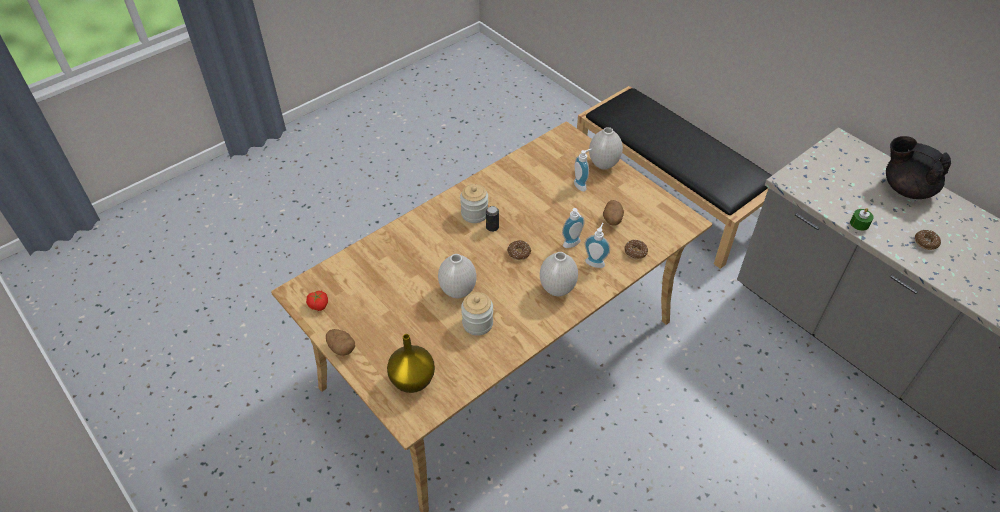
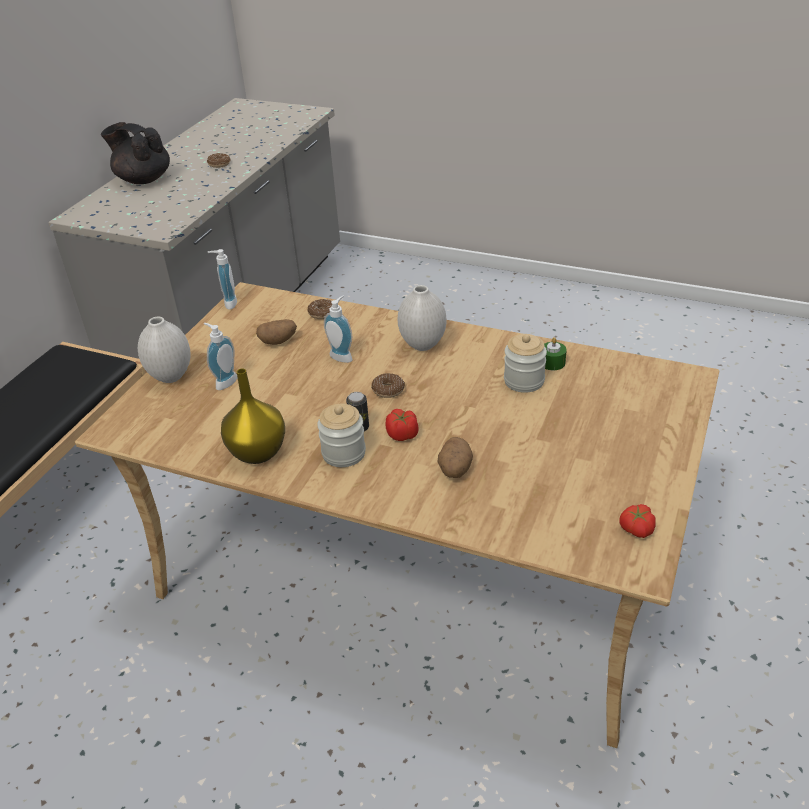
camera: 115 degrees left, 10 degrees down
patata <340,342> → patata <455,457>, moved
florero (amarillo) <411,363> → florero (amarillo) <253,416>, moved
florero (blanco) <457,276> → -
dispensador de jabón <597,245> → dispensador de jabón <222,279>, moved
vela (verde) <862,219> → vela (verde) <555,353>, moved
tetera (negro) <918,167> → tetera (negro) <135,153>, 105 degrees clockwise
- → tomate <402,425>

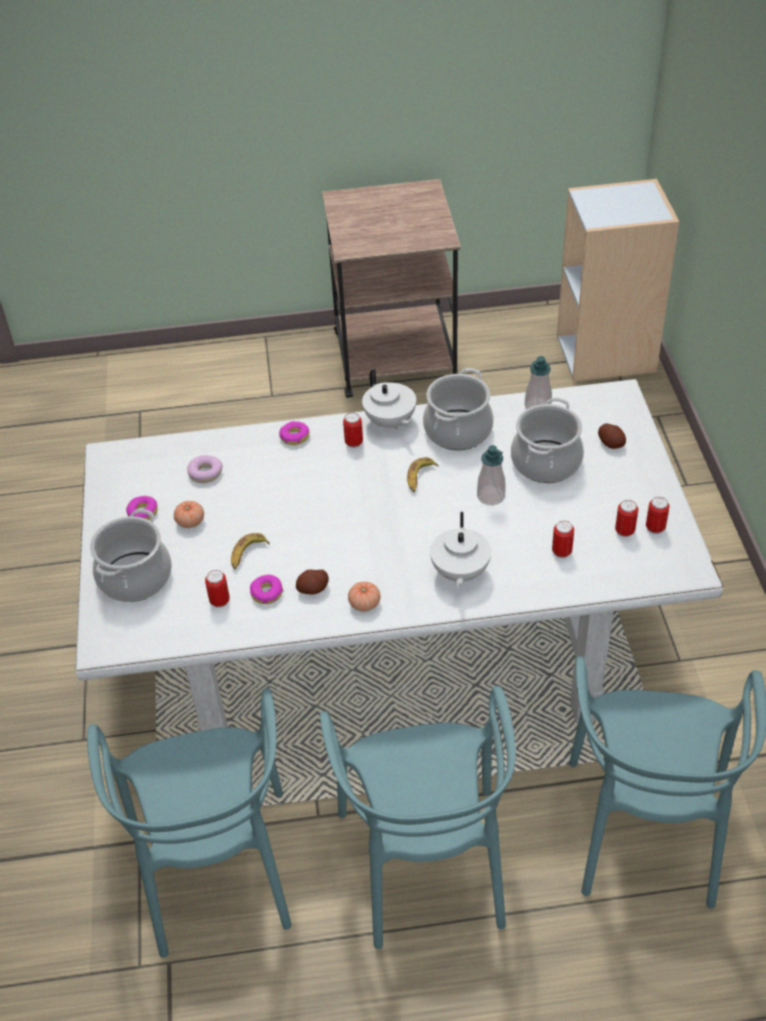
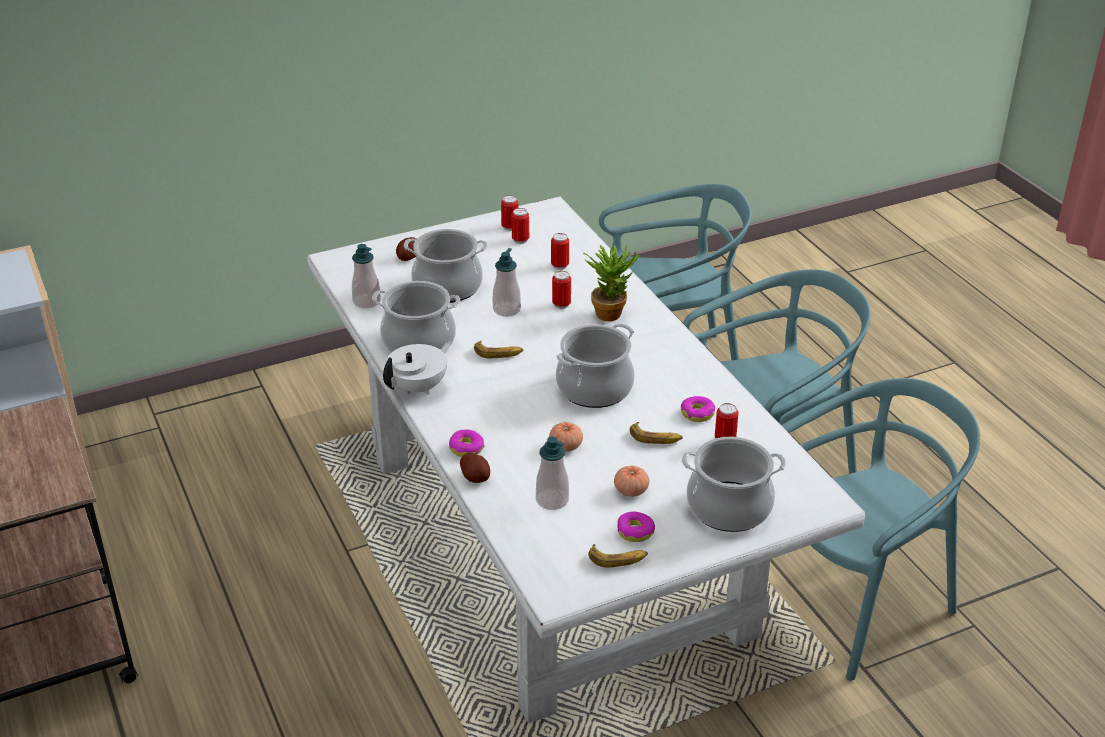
camera: 110 degrees left, 10 degrees down
rosquilla <205,469> → dispensador de jabón <552,473>
patata <312,582> → patata <475,468>, moved
lata <353,430> → lata <561,290>, moved
tomate <364,596> → tomate <566,437>, moved
tetera (blanco) <460,550> → planta en maceta <611,283>
- → olla <595,365>
- → plátano <618,556>

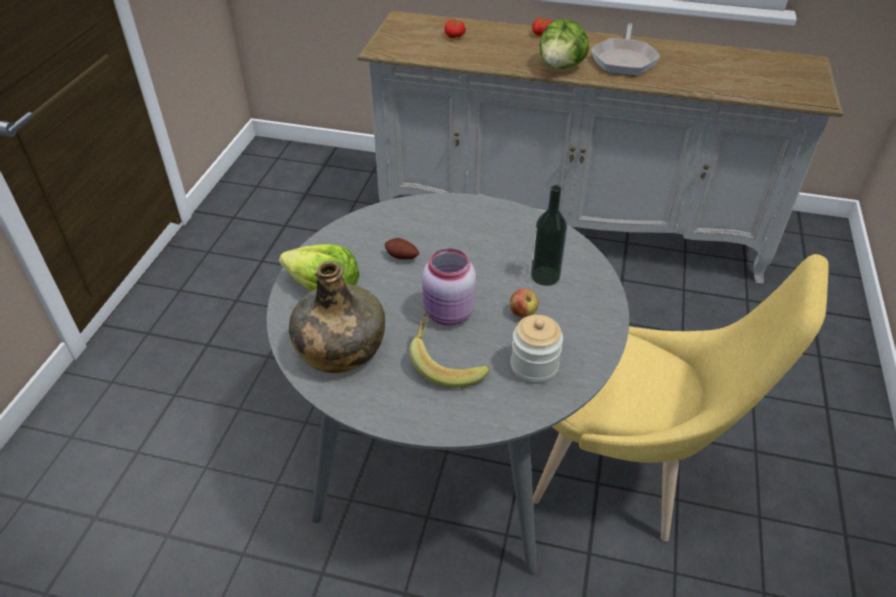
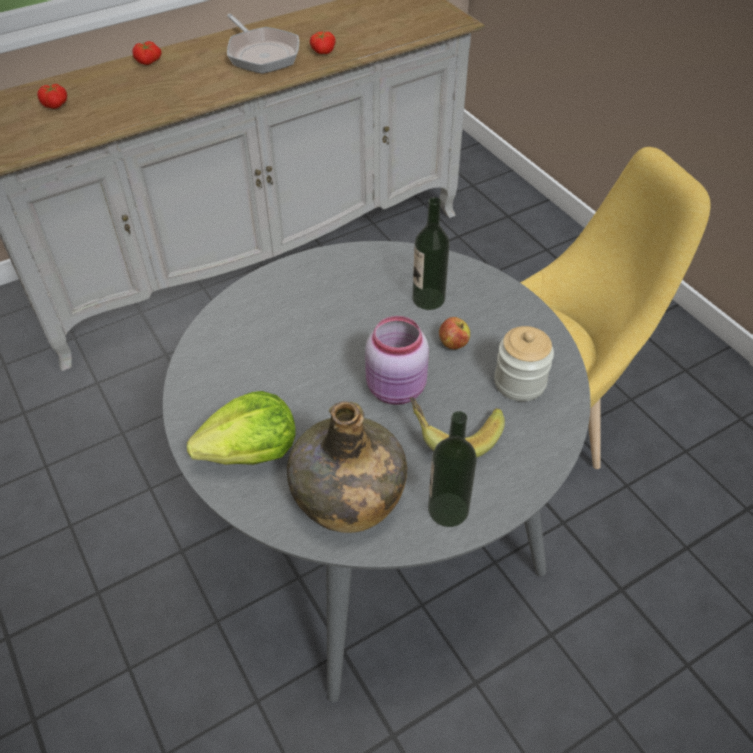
camera: 45 degrees left, 5 degrees up
patata <402,248> → -
lechuga <564,44> → -
- → tomate <323,43>
- → botella <452,469>

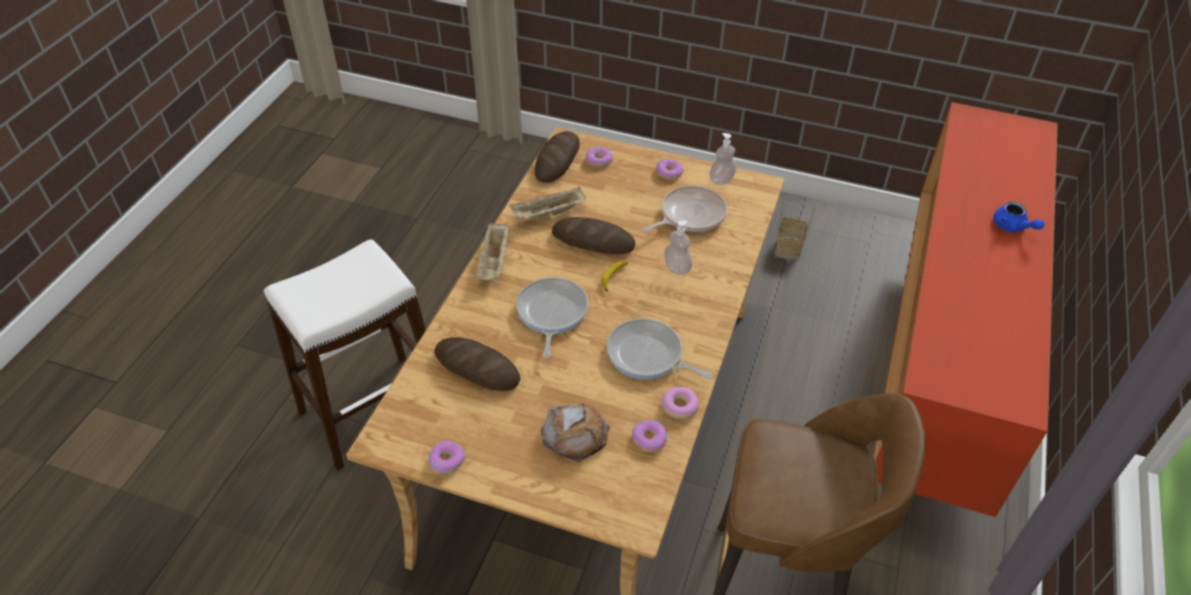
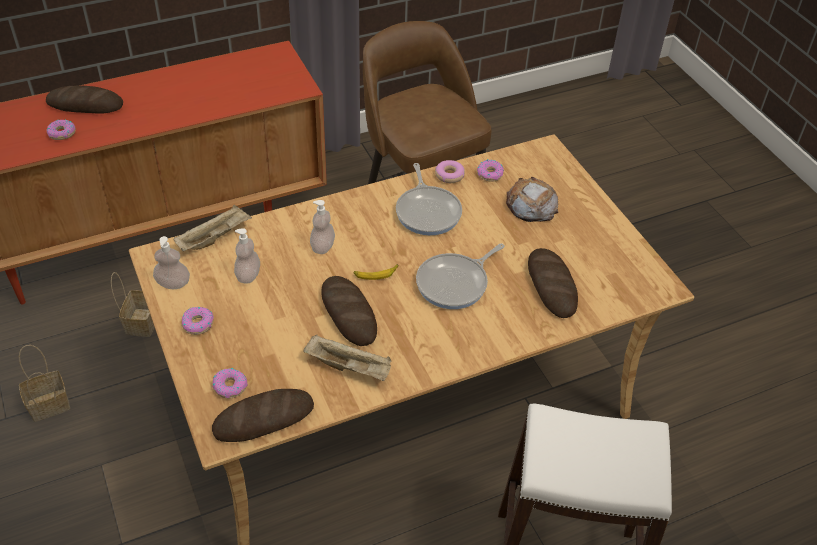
camera: 135 degrees left, 0 degrees up
rosquilla <447,457> → rosquilla <61,129>, moved
bandeja (beis) <492,251> → bandeja (beis) <213,228>, moved
sartén <684,209> → dispensador de jabón <247,256>
tetera (azul) <1019,216> → pan <84,100>
- → cesta <133,304>

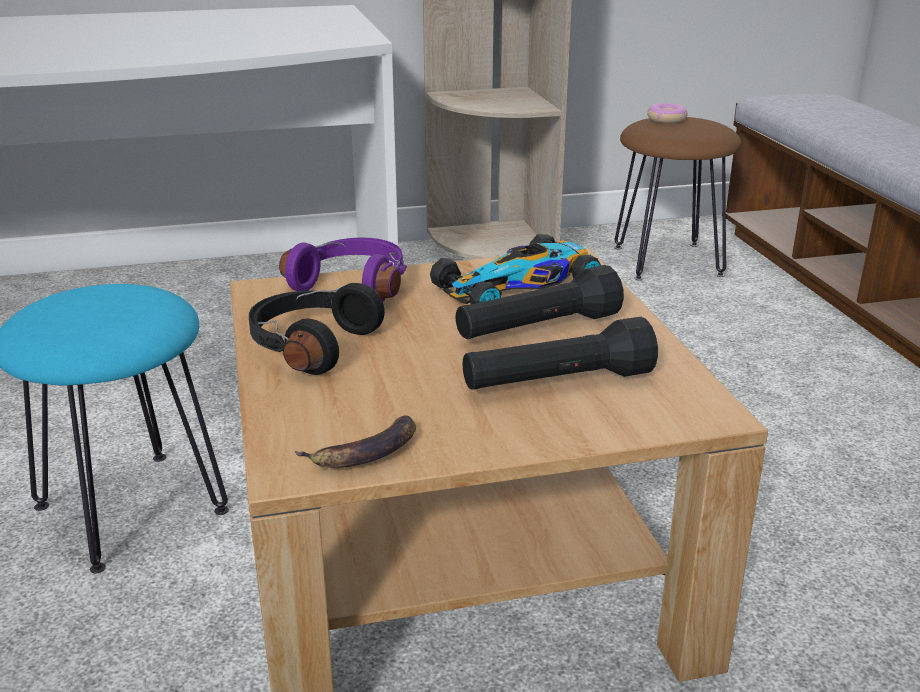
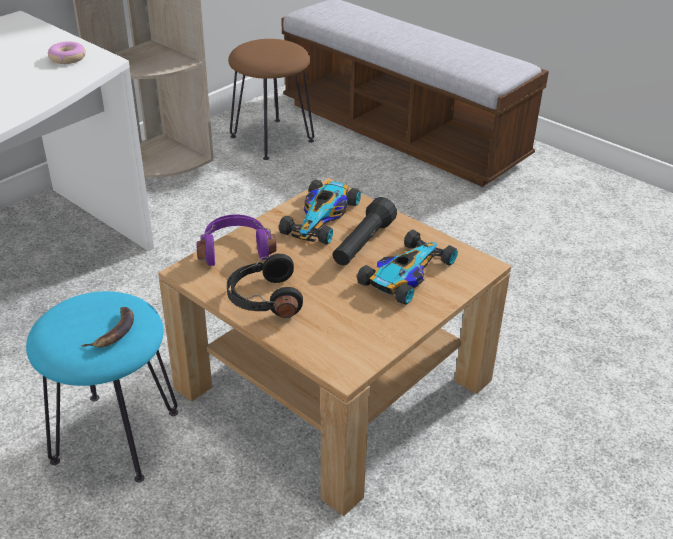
camera: 35 degrees left, 10 degrees up
plátano <355,441> → plátano <107,327>, moved
linterna (negro) <560,353> → coche de juguete <407,267>
rosquilla <667,113> → rosquilla <67,52>, moved

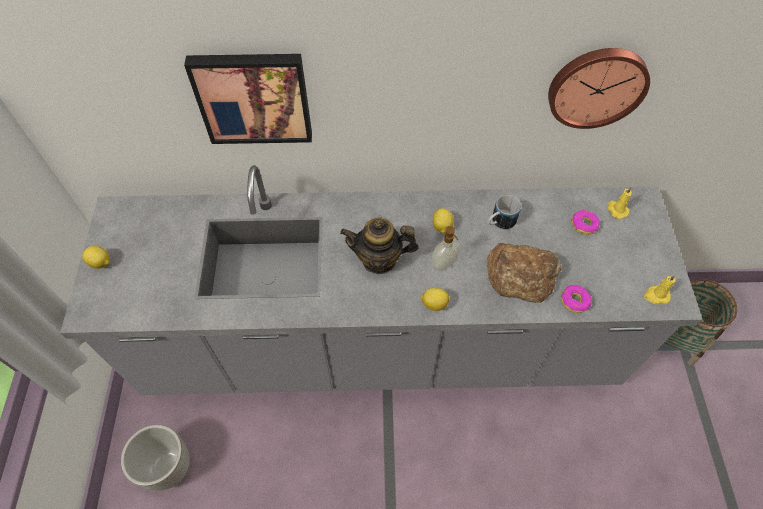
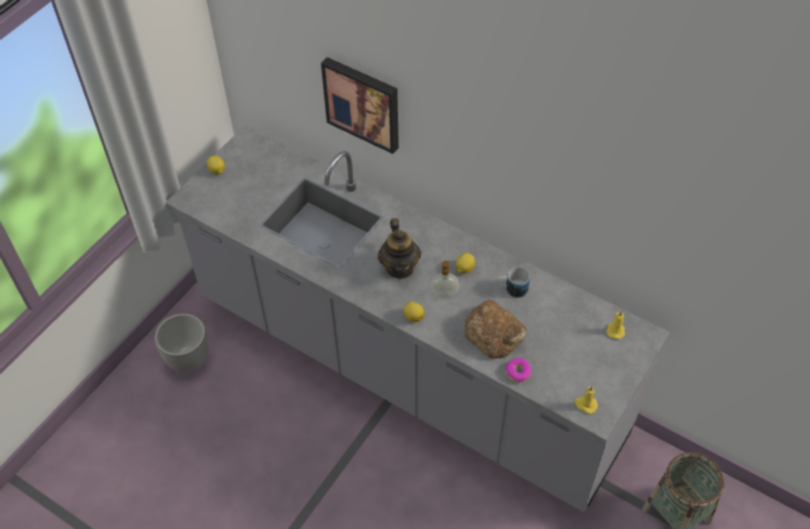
camera: 35 degrees right, 5 degrees down
tetera <379,246> → tetera <399,248>, 135 degrees counterclockwise
reloj de pared <599,88> → -
rosquilla <585,222> → -

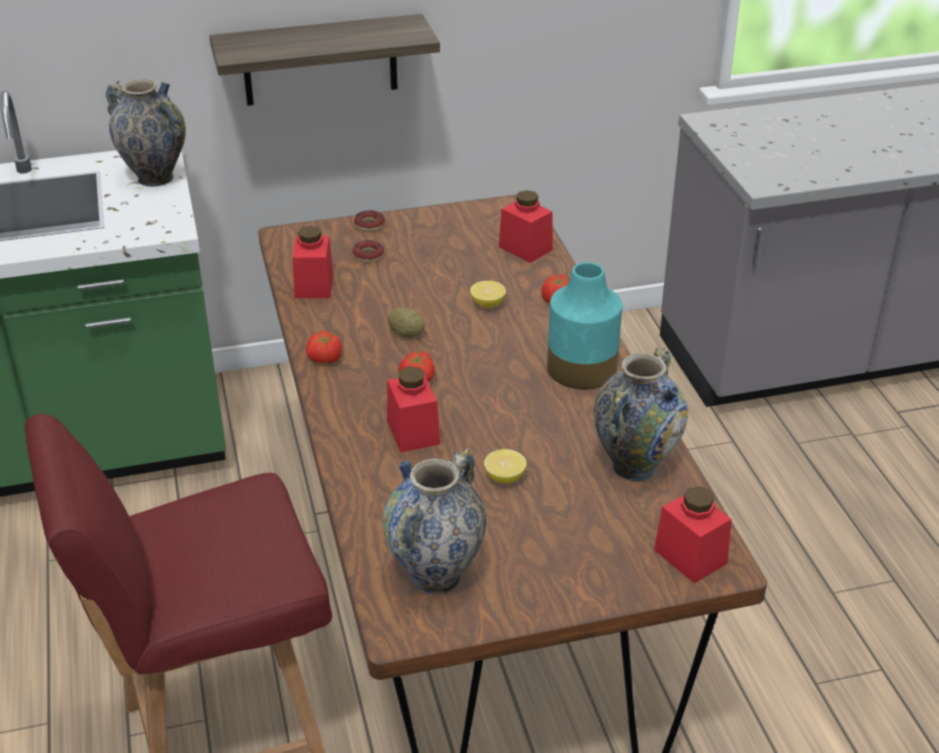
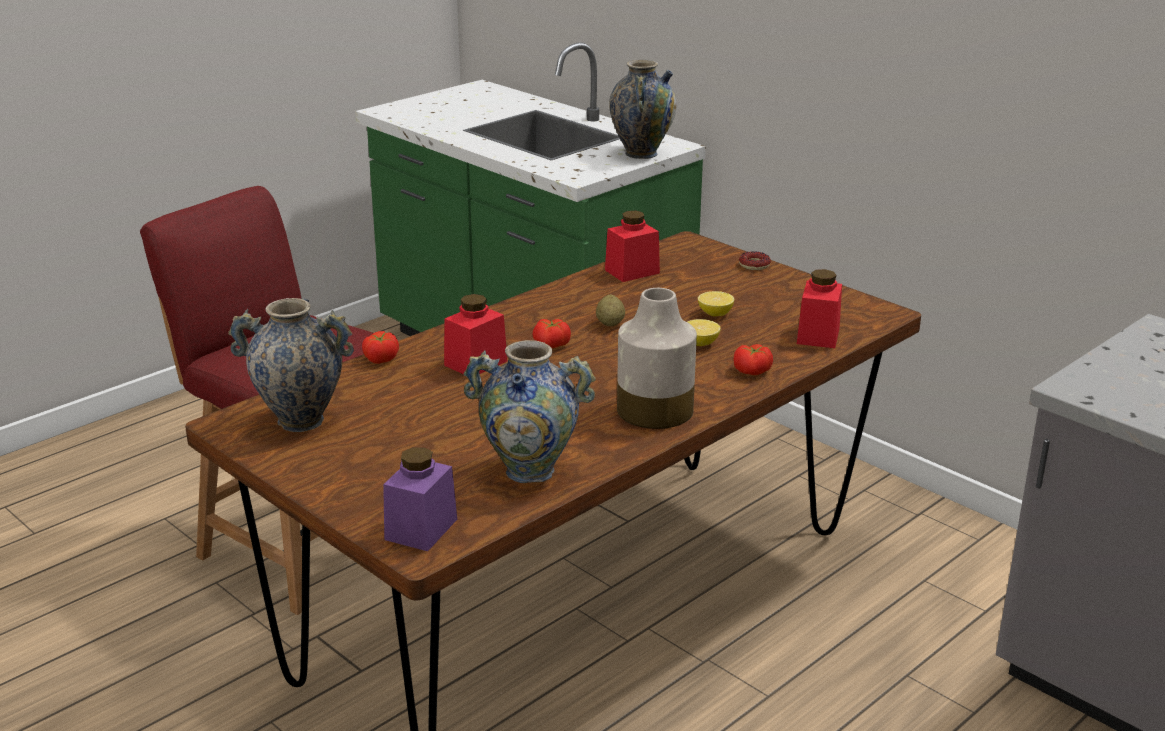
camera: 60 degrees right, 10 degrees down
estante <324,60> → -
tomate <324,347> → tomate <380,347>, moved
rosquilla <368,251> → -
limón <505,466> → limón <716,303>, moved
florero (turquesa) <584,325> → florero (beis) <657,358>
tarro (rojo) <693,535> → tarro (morado) <420,499>

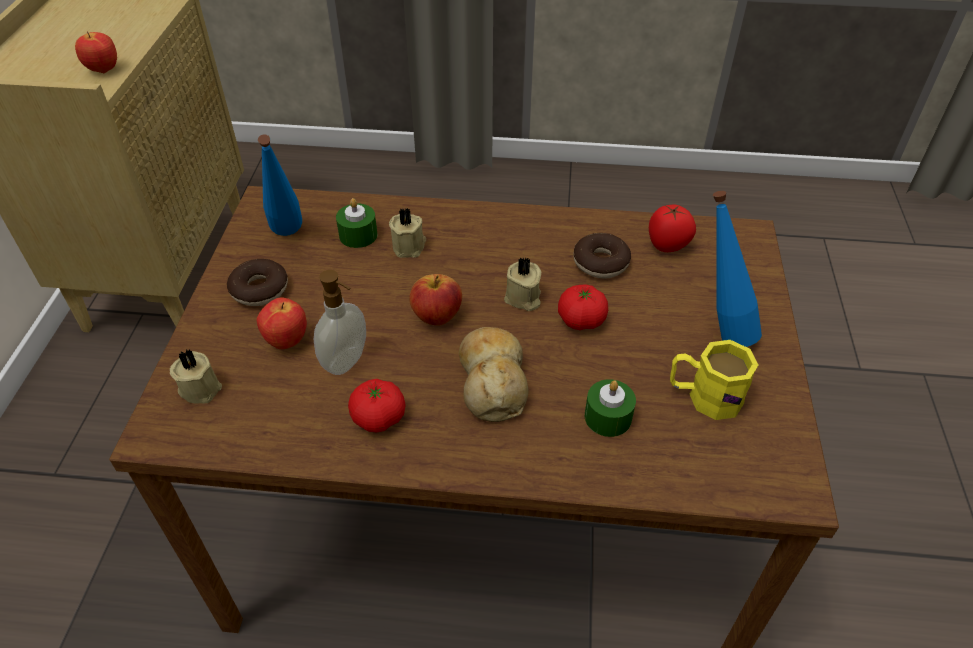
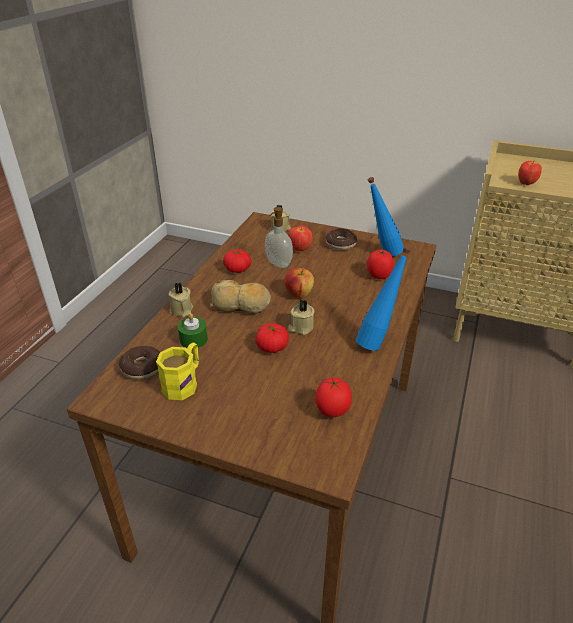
camera: 105 degrees right, 10 degrees down
vela (verde) <357,223> → tomate <380,264>
vela (beis) <407,232> → vela (beis) <180,299>, moved
rosquilla <602,256> → rosquilla <139,362>, moved
botella (azul) <737,269> → botella (azul) <383,299>, moved

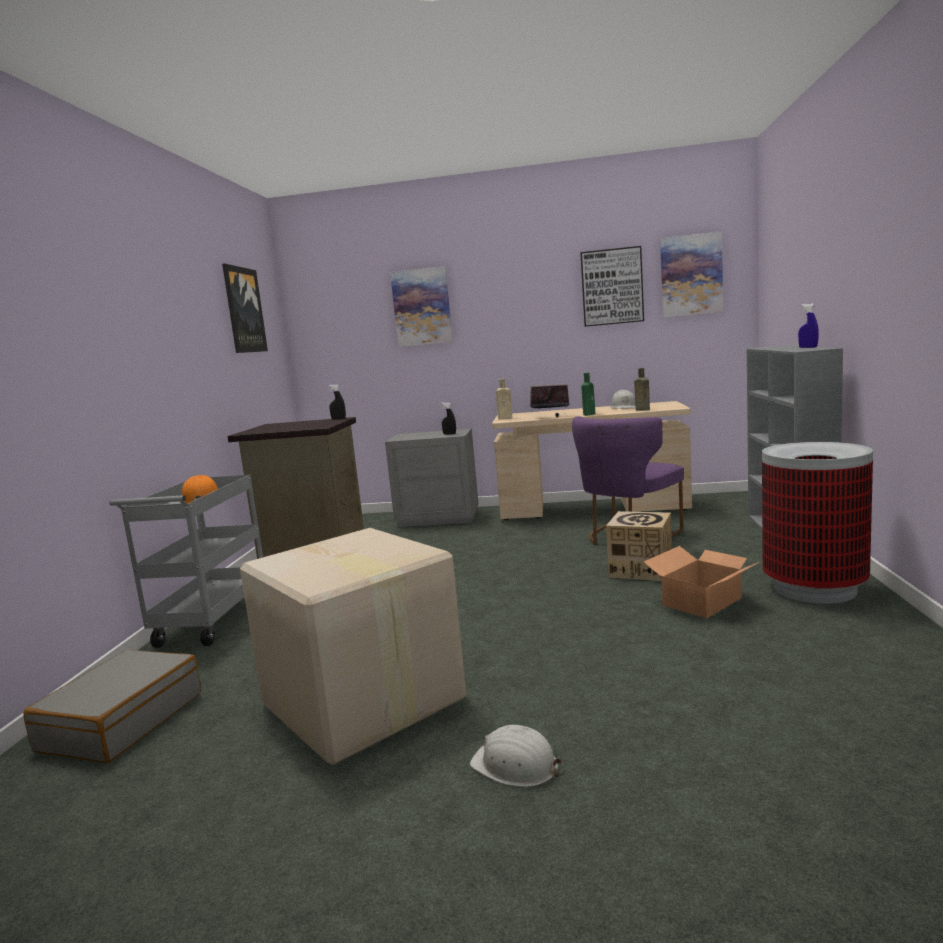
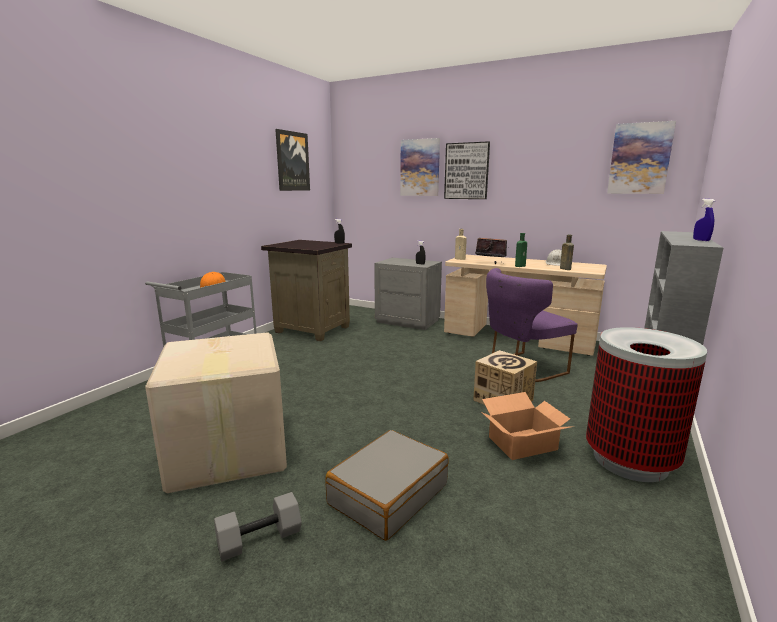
camera: 20 degrees right, 5 degrees up
maleta (gris) <112,706> → maleta (gris) <387,485>, moved
casco (blanco) <516,756> → mancuerna (gris) <258,526>
cuadro <612,286> → cuadro <467,170>, moved

